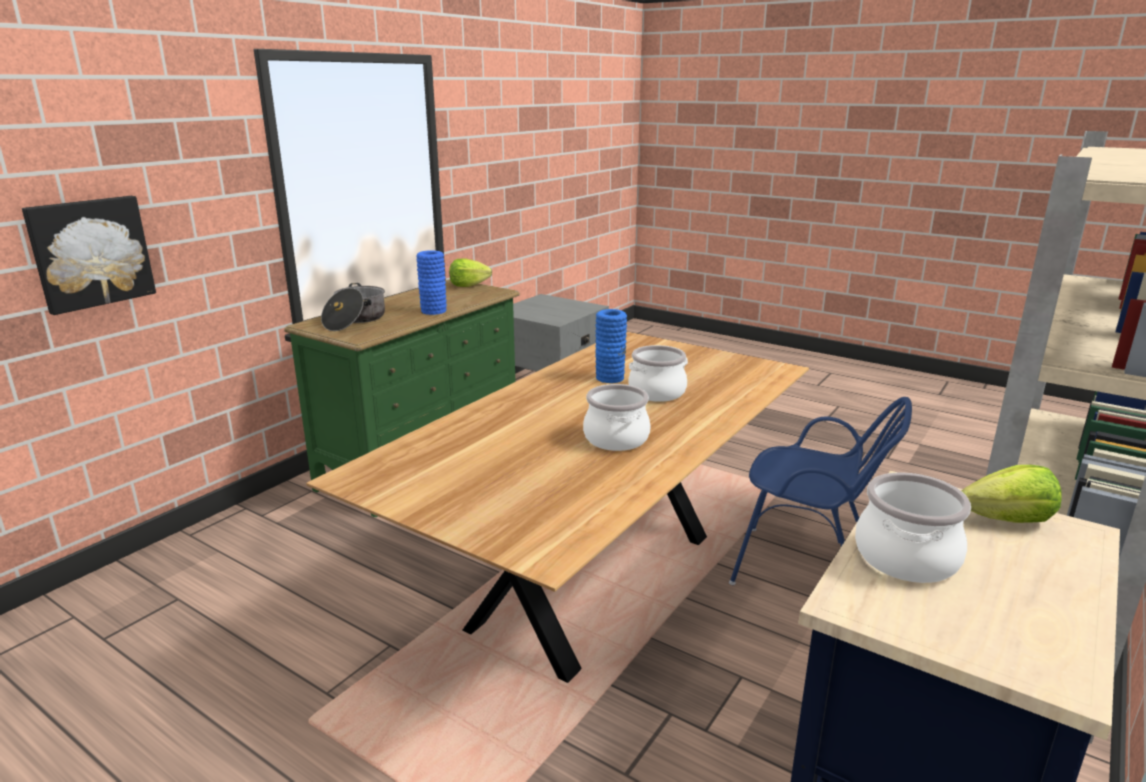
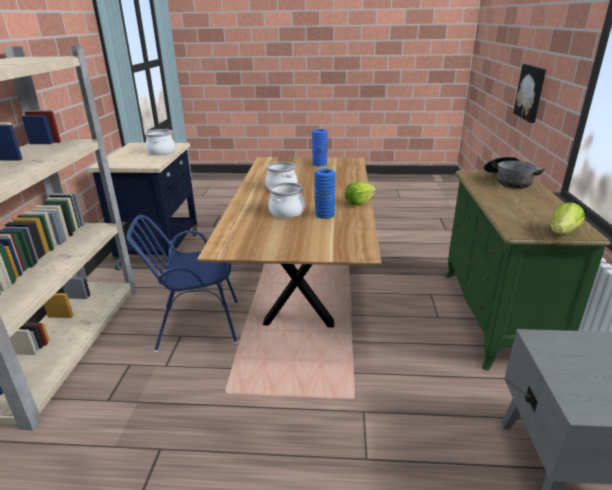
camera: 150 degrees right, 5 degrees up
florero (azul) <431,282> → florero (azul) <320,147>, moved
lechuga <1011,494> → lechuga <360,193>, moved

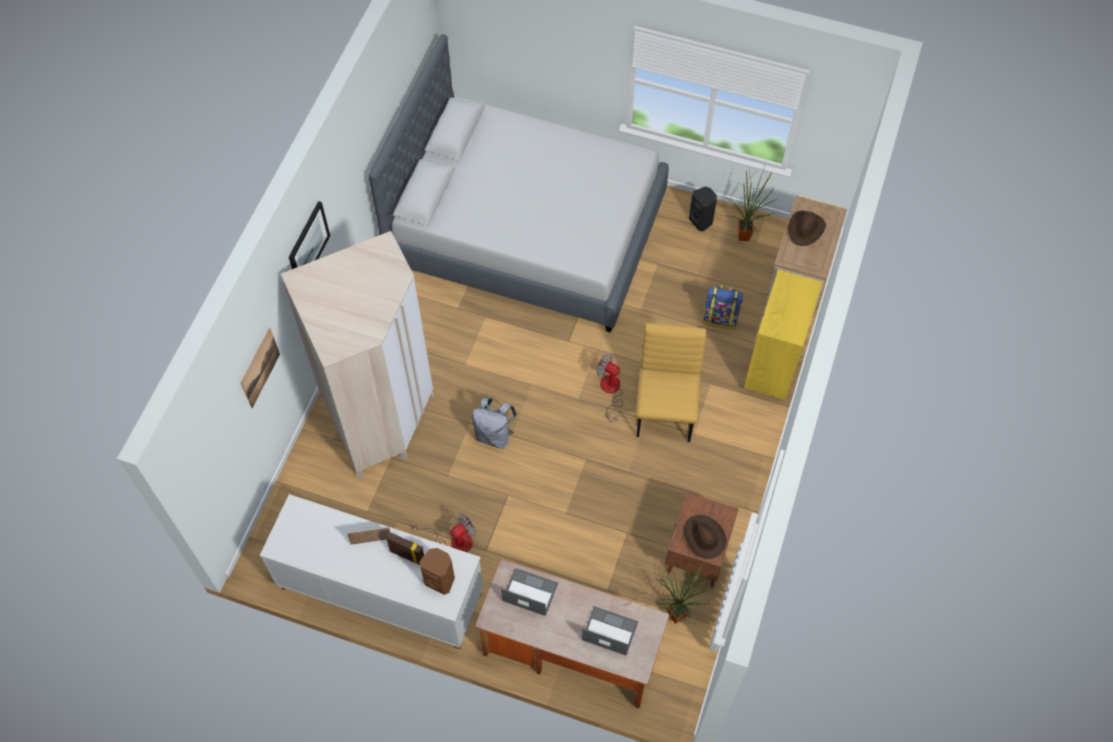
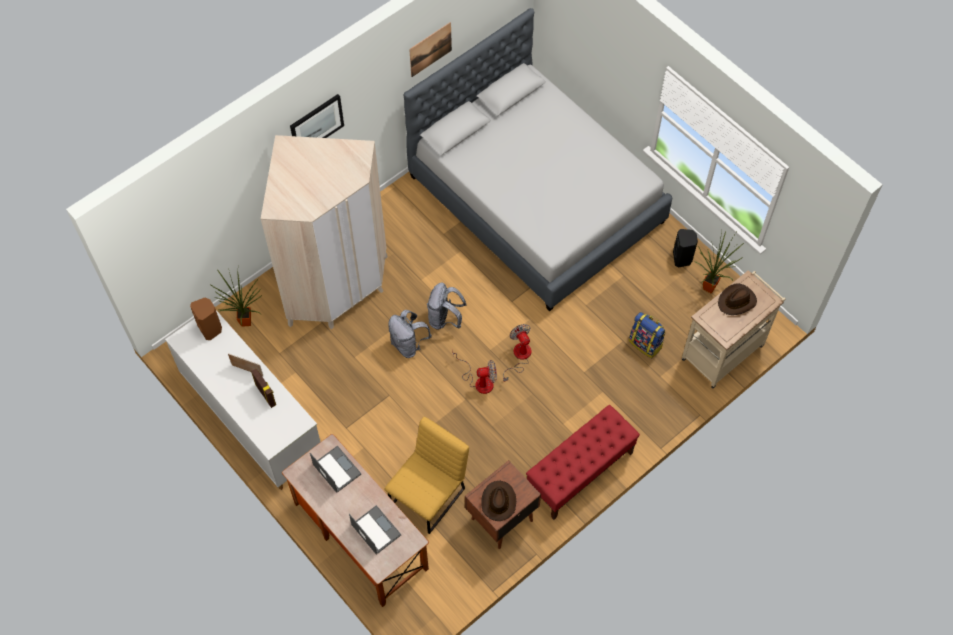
camera: 30 degrees right, 0 degrees up
cuadro <260,368> → cuadro <430,49>, moved
ventilador <443,533> → ventilador <475,373>, moved
altavoz (marrón) <437,571> → altavoz (marrón) <206,319>, moved
silla (amarillo) <671,382> → silla (amarillo) <427,475>, moved
planta en maceta <685,593> → planta en maceta <236,297>, moved
armario (amarillo) <783,335> → -
- → mochila (gris) <447,306>
- → banco (rojo) <583,462>

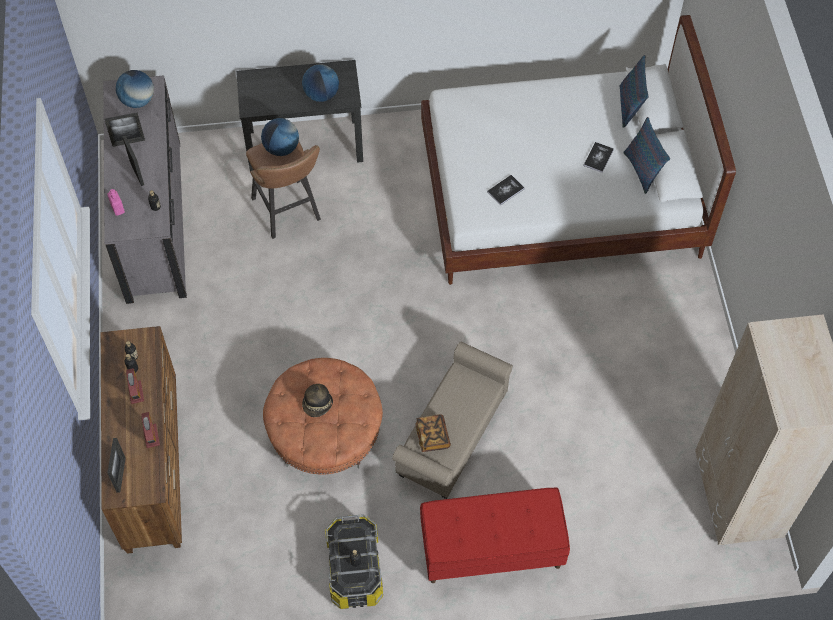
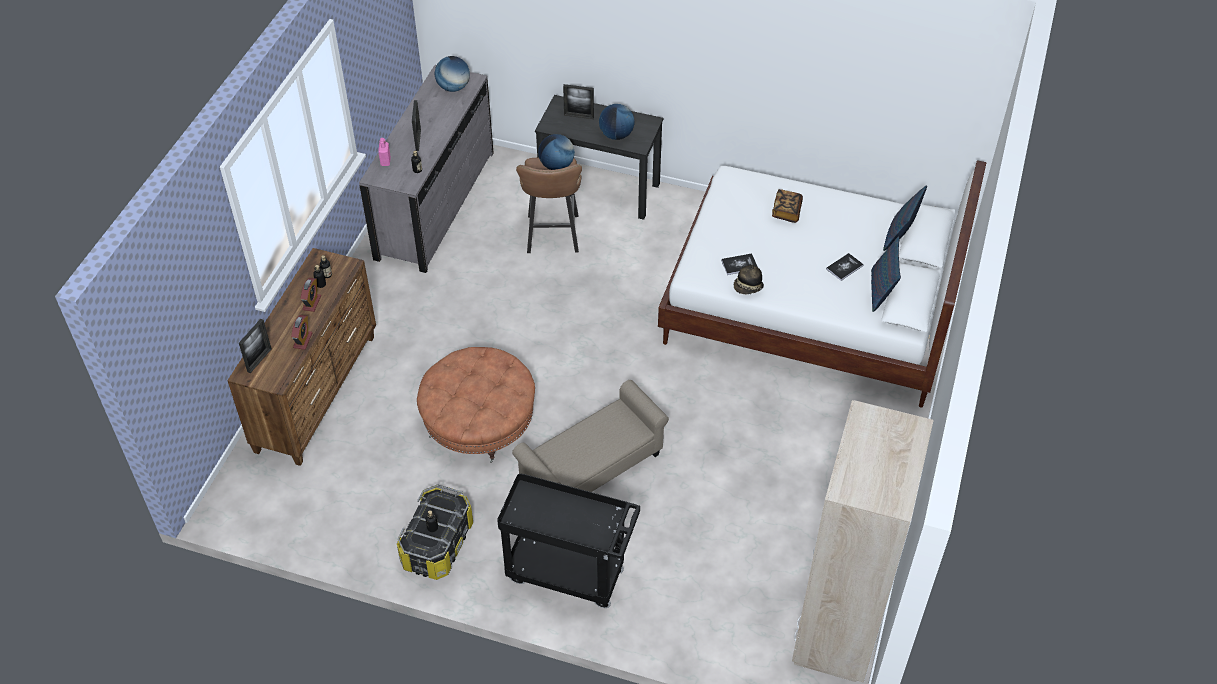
camera: 25 degrees right, 10 degrees down
portarretratos <124,129> → portarretratos <578,101>, moved
sombrero <317,400> → sombrero <749,279>, moved
libro <433,433> → libro <787,206>, moved
banco (rojo) <495,535> → carrito (negro) <568,541>

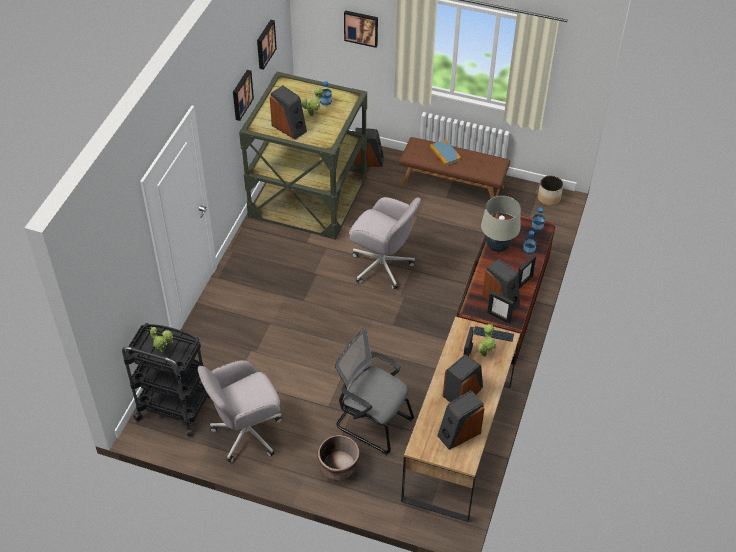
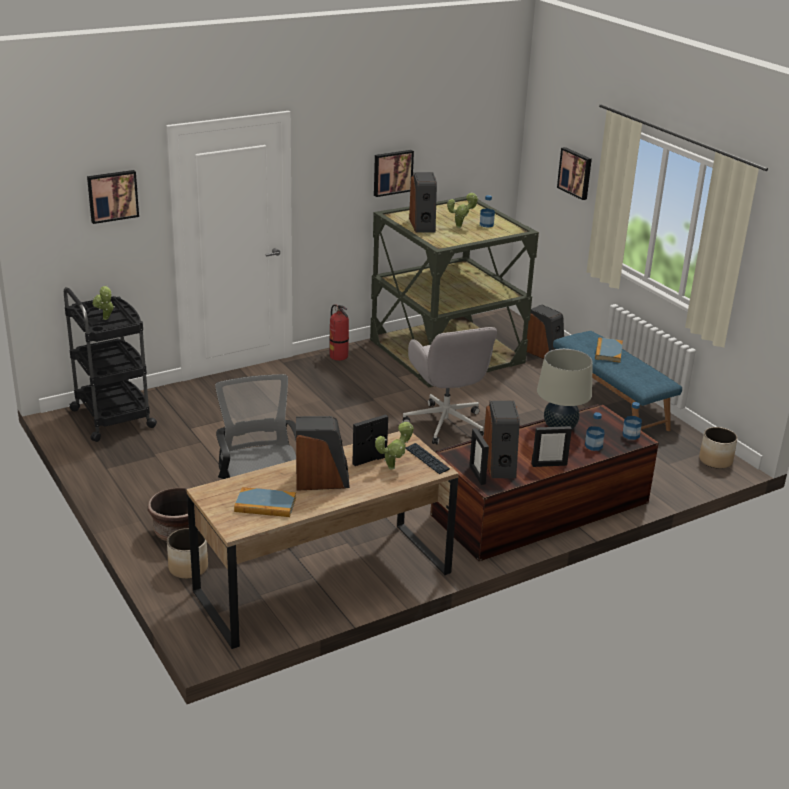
camera: 40 degrees right, 20 degrees down
silla de oficina (gris) <240,411> → -
cuadro <267,45> → cuadro <113,197>, moved
banco (marrón) <454,167> → banco (azul) <617,381>
altavoz <460,420> → libro <265,502>
- → maceta <187,553>
- → extintor <339,332>

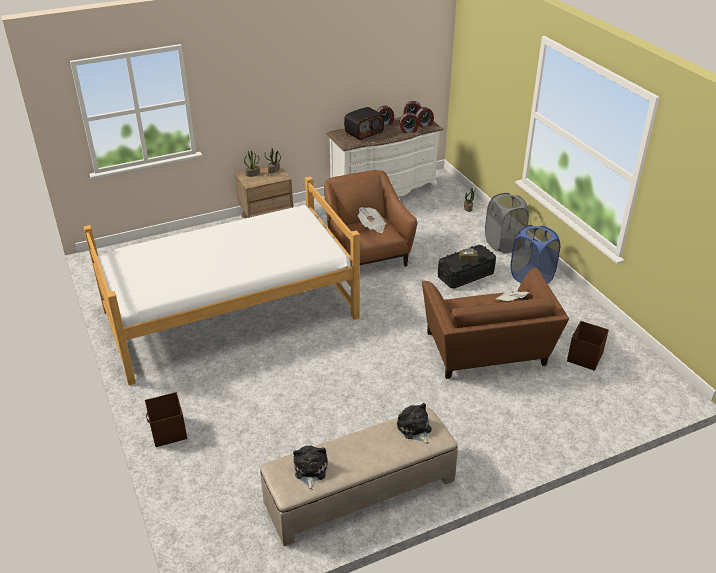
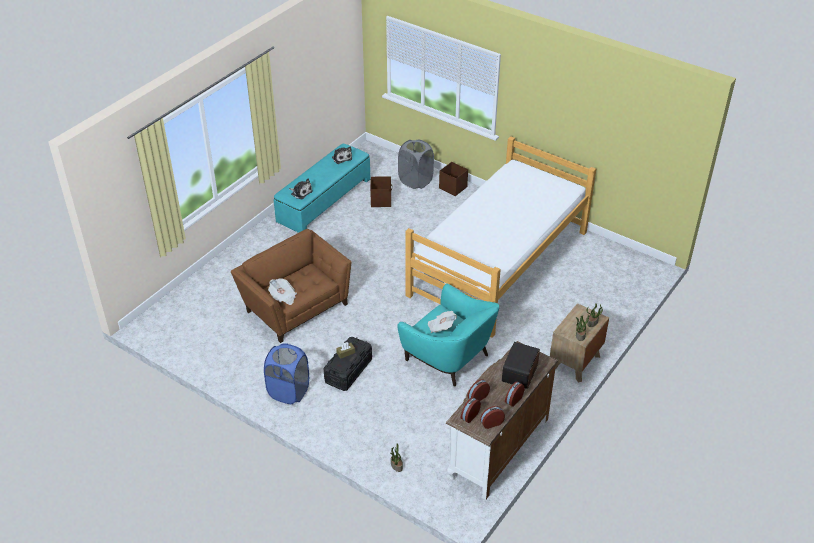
camera: 150 degrees right, 5 degrees up
banco (beis) <359,477> → banco (turquesa) <322,188>
sillón (marrón) <370,218> → sillón (turquesa) <448,334>
cesto de la ropa (gris) <507,223> → cesto de la ropa (gris) <416,164>, moved
caja de almacenaje (marrón) <588,346> → caja de almacenaje (marrón) <381,191>, moved

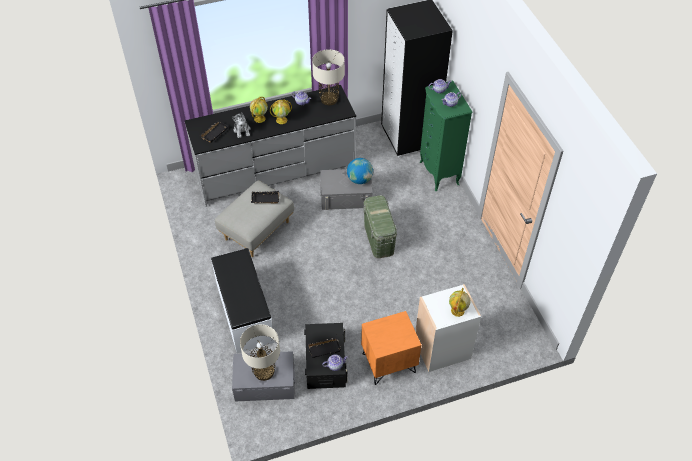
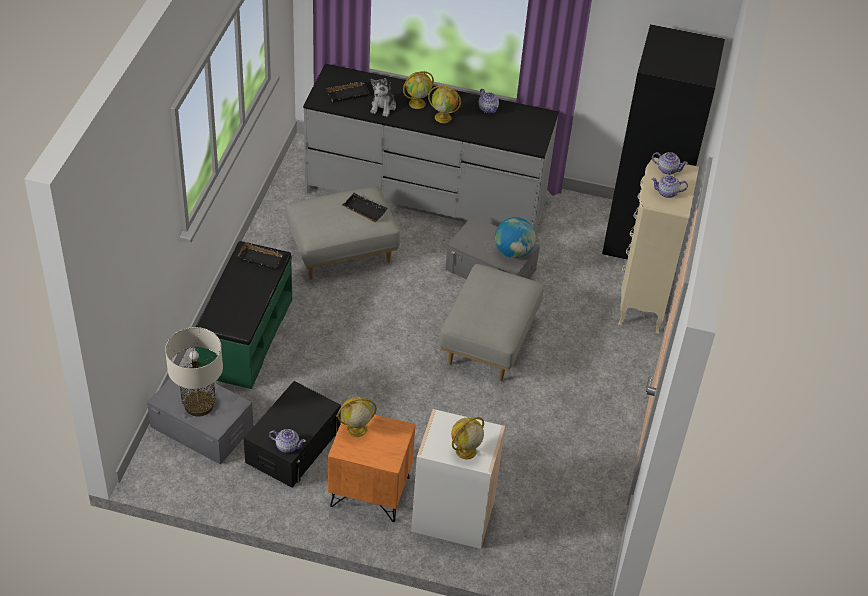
camera: 30 degrees right, 5 degrees down
banco (blanco) <242,300> → banco (verde) <244,315>
bandeja (negro) <324,347> → bandeja (negro) <260,256>, moved
lámpara de mesa <328,77> → -
caja de almacenaje (verde) <380,226> → puf (gris) <491,322>
cómoda (verde) <446,136> → cómoda (beis) <658,246>
- → globo terráqueo <357,417>

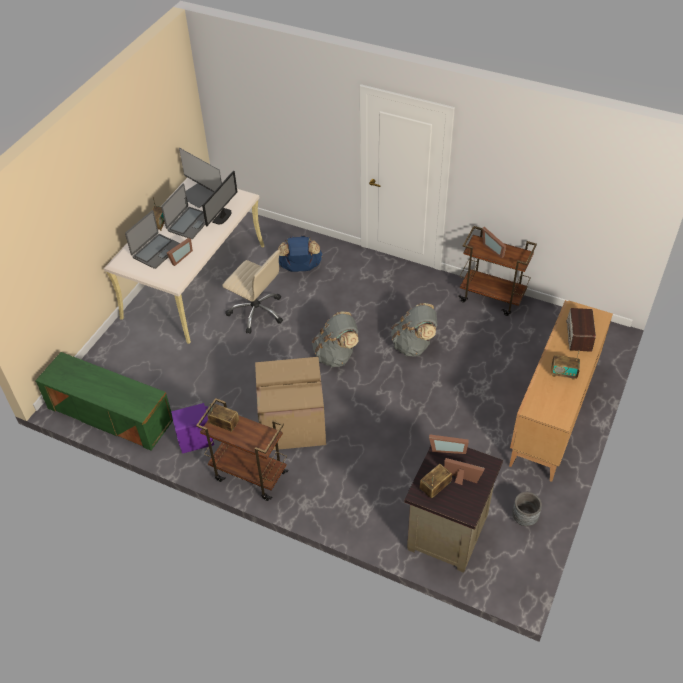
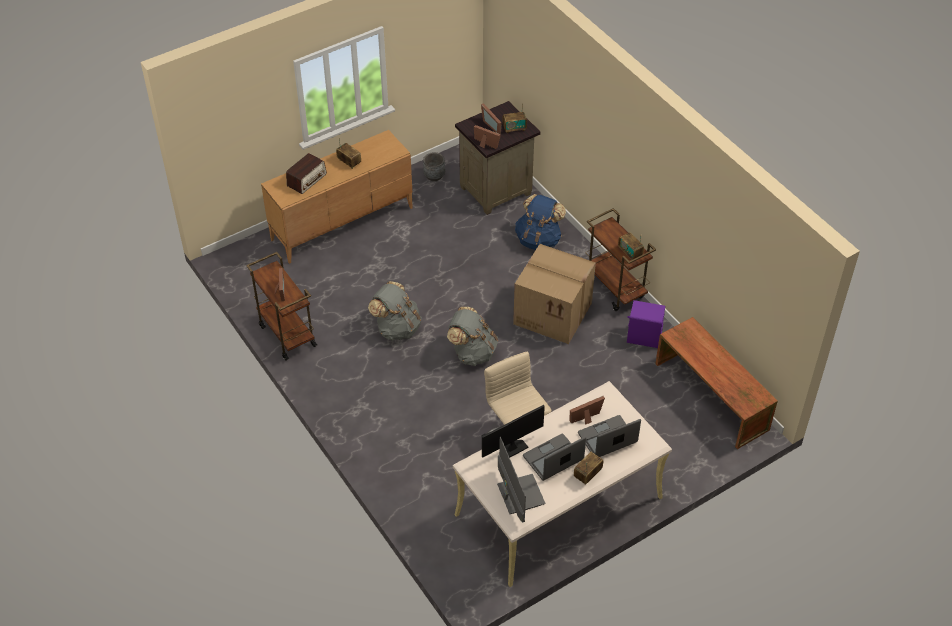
camera: 150 degrees left, 0 degrees up
banco (verde) <104,401> → banco (marrón) <716,383>
mochila (azul) <300,253> → mochila (azul) <540,222>, moved

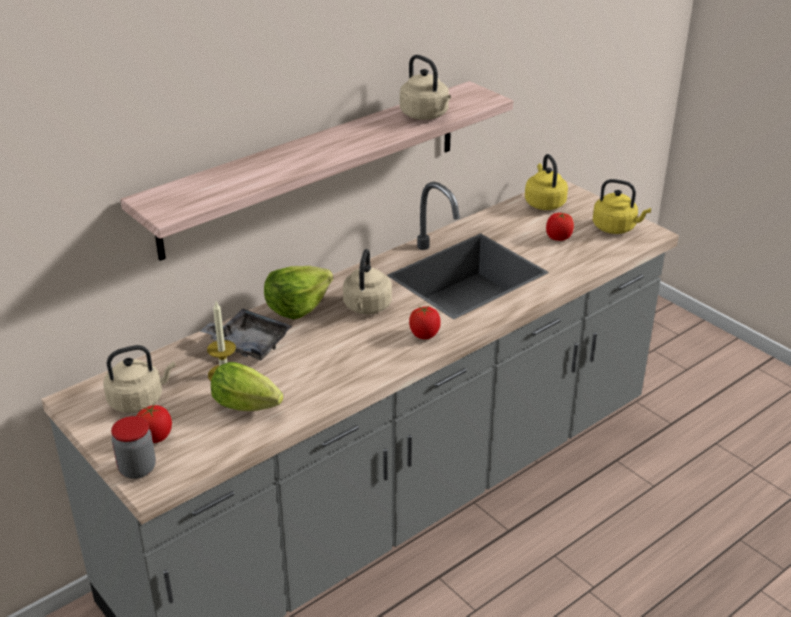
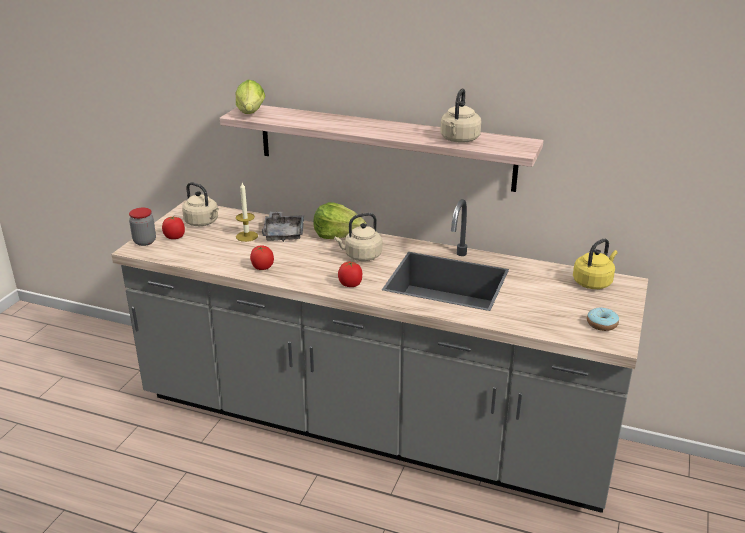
camera: 60 degrees right, 5 degrees down
lechuga <247,386> → lechuga <250,97>, moved
tomate <560,227> → tomate <262,258>, moved
hervidor (amarillo) <622,206> → rosquilla <603,319>

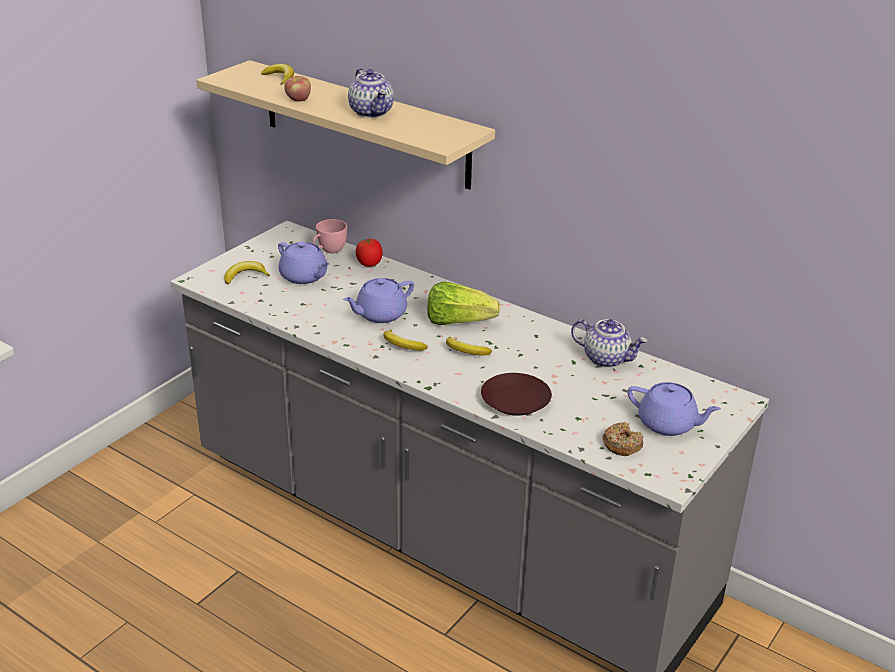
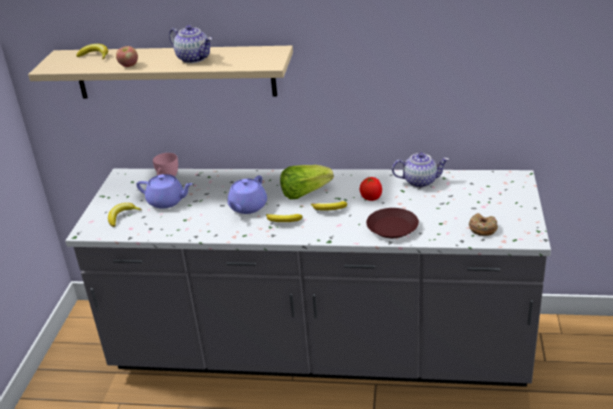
camera: 25 degrees left, 0 degrees up
tomate <369,252> → tomate <371,189>, moved
tetera (morado) <674,409> → -

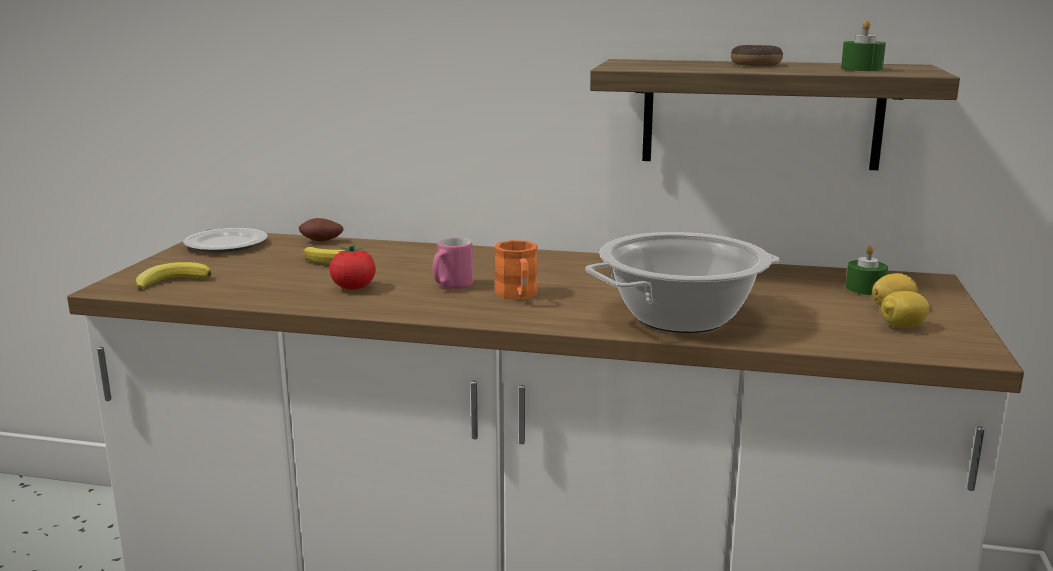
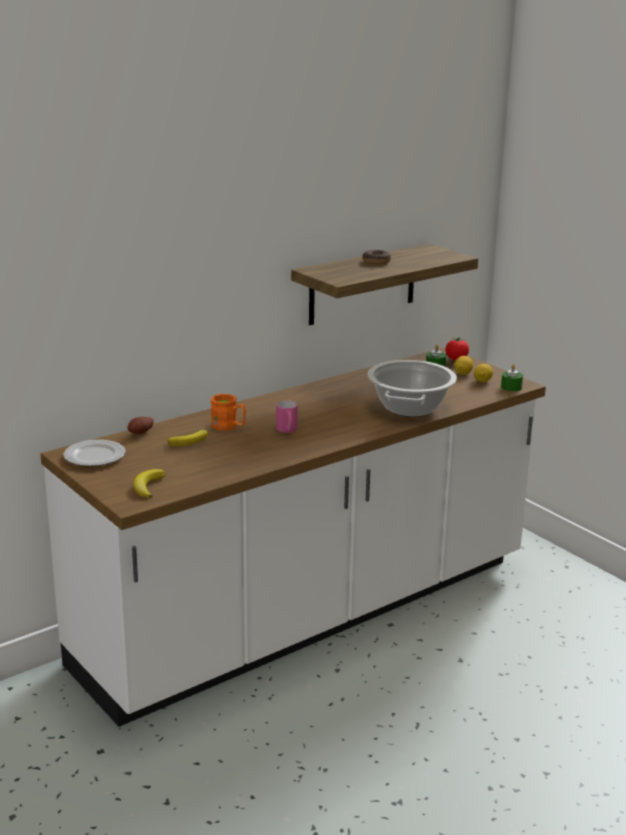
camera: 50 degrees left, 5 degrees up
tomate <353,267> → tomate <457,348>, moved
taza grande (naranja) <516,270> → taza grande (naranja) <228,412>, moved
vela (verde) <863,45> → vela (verde) <512,377>, moved

